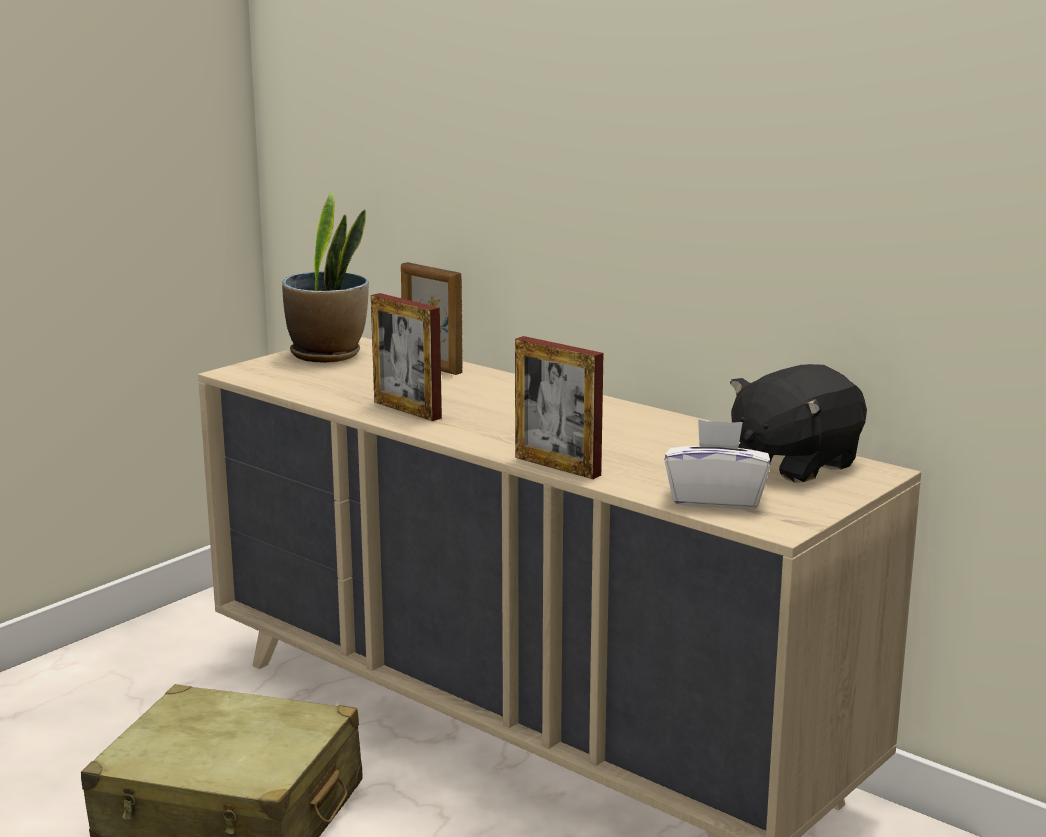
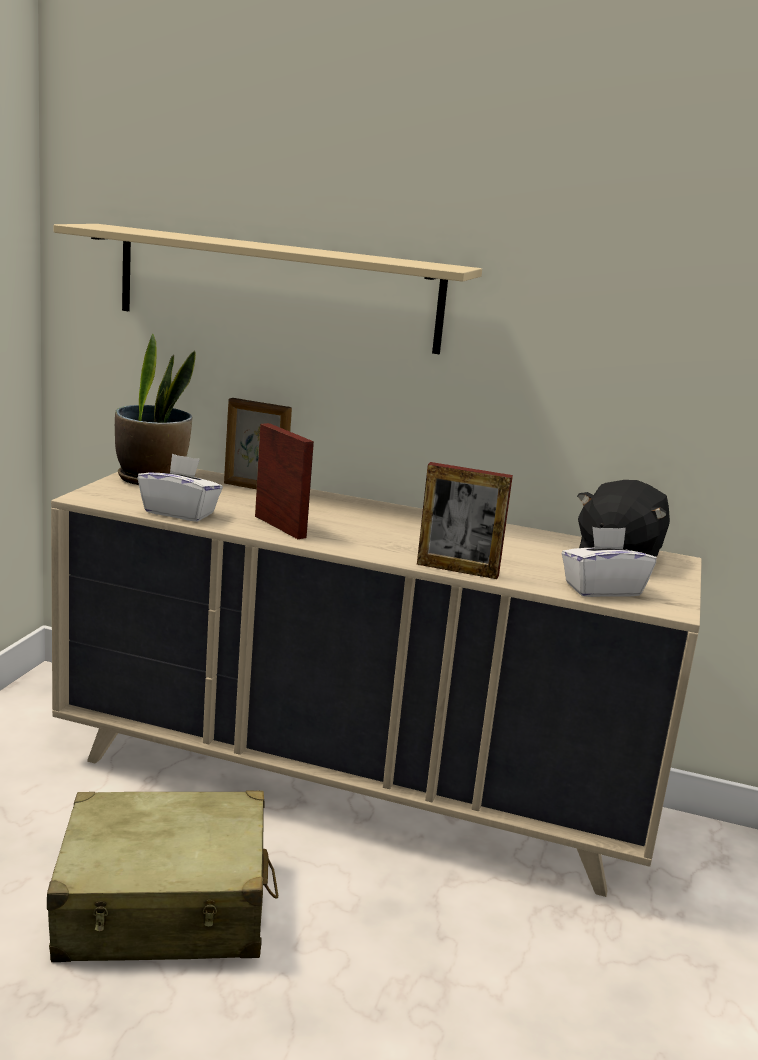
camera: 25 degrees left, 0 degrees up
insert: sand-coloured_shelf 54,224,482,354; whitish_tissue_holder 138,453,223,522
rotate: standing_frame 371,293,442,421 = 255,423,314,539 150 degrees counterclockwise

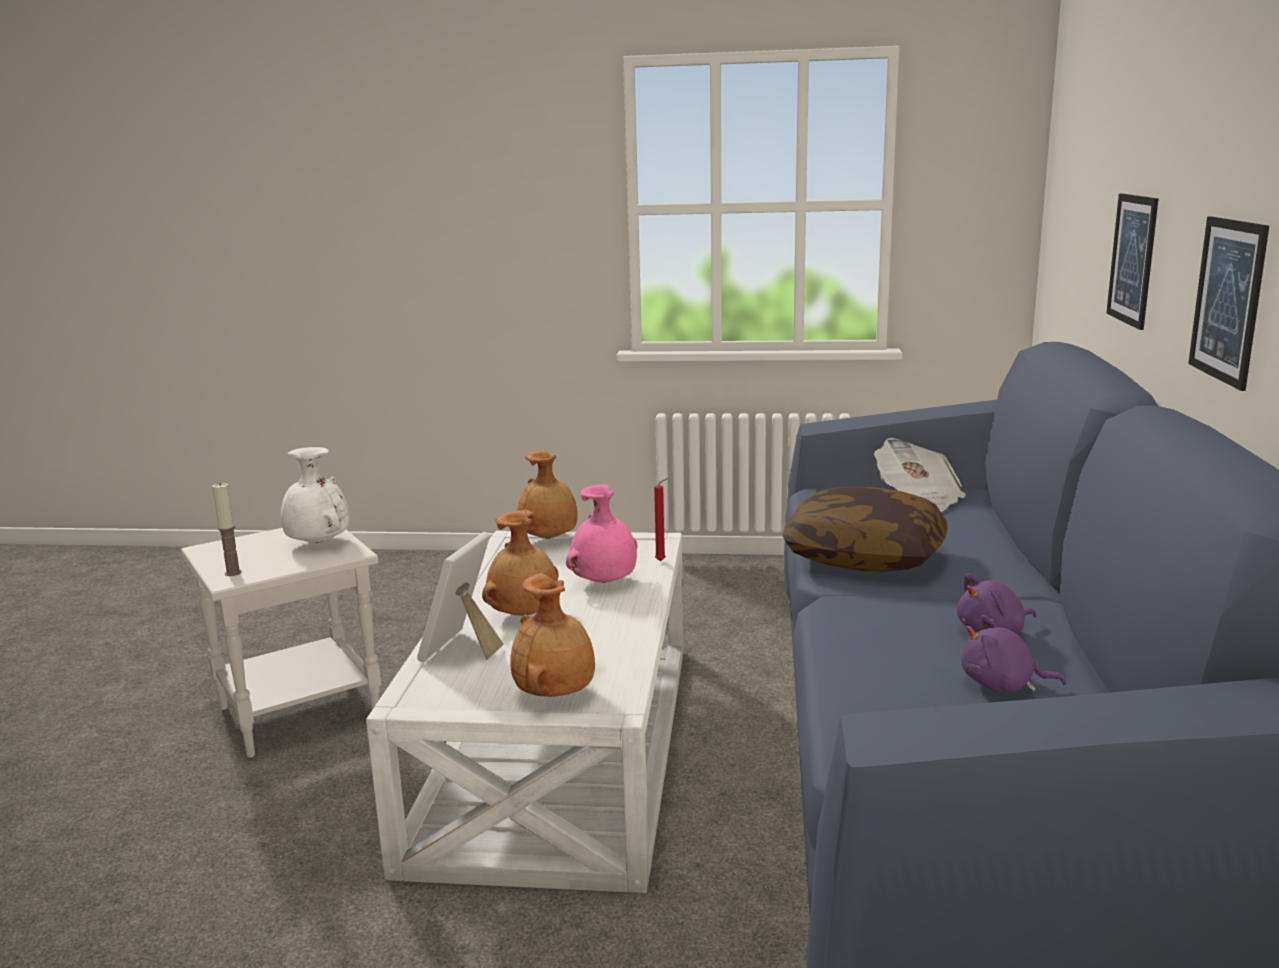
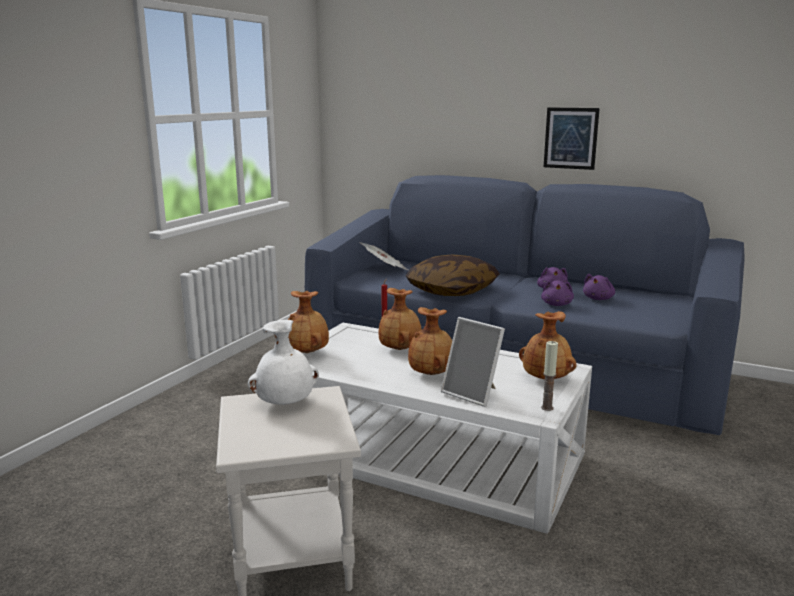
camera: 70 degrees left, 0 degrees up
delete: wall_art 1106,194,1159,330
insert: purple-coloured_cuddly_toy 541,280,574,306
move: wax_candle 212,483,242,576 to 541,341,558,411
recolor: pink_vase 566,484,638,583 to brownish_vase 378,288,422,350

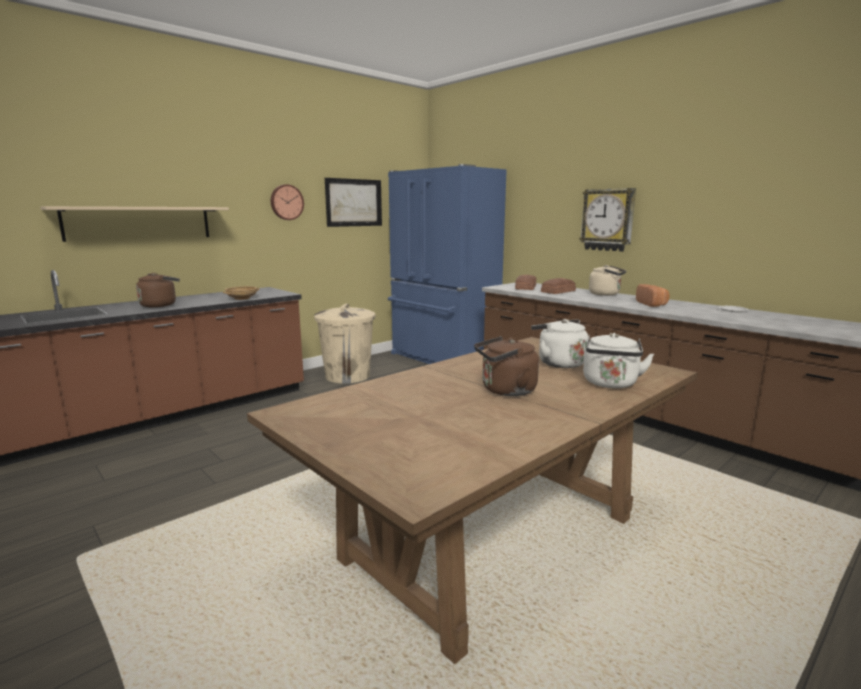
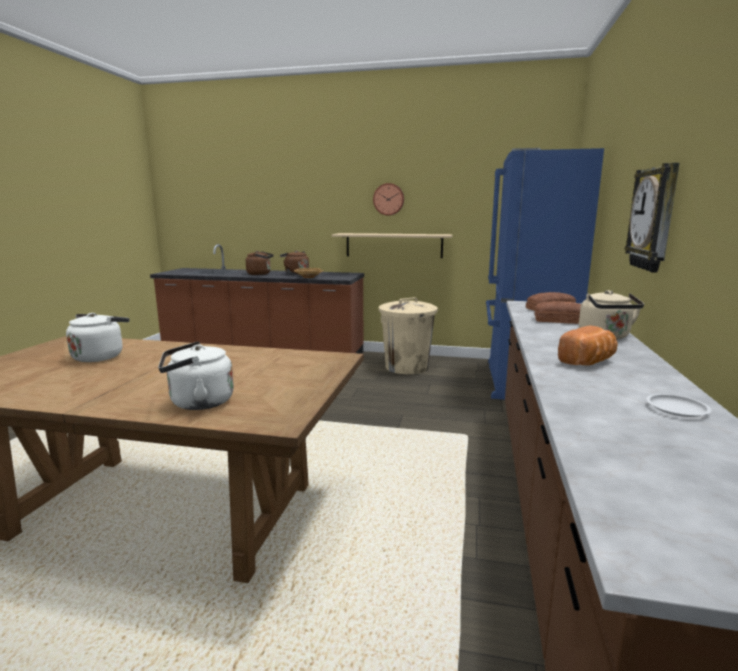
camera: 55 degrees right, 0 degrees up
delete: wall_art 325,178,382,227
move: sand-coloured_shelf 40,206,229,242 to 332,233,453,258; brownish_water_kettle 474,336,539,396 to 280,250,309,275; whitish_water_kettle 531,319,589,368 to 66,313,129,362

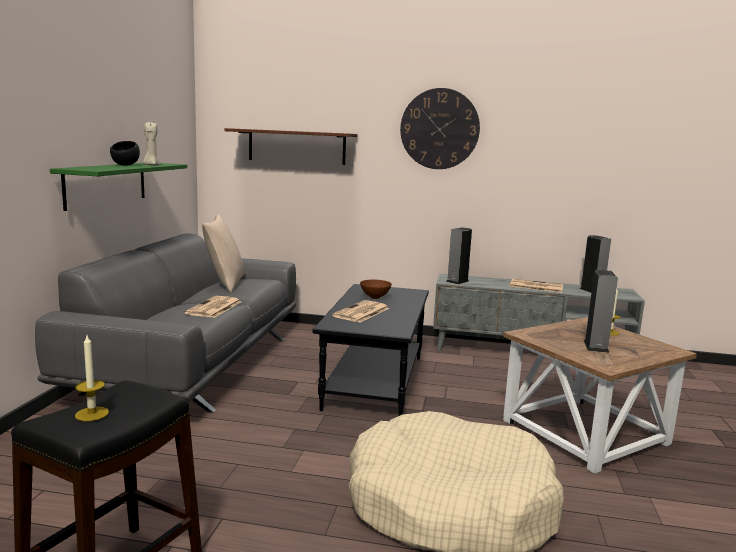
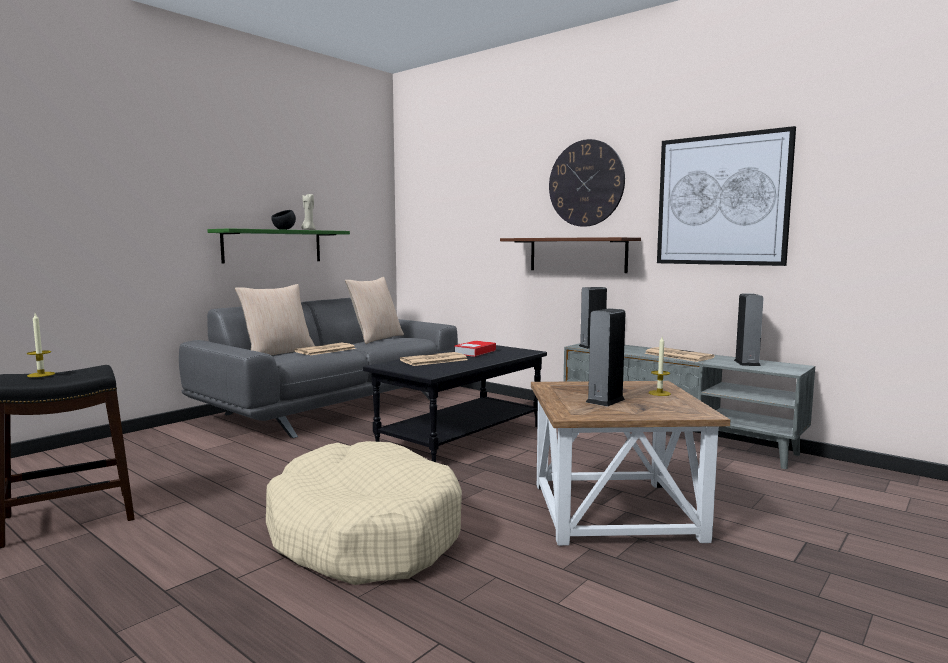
camera: 30 degrees right, 5 degrees down
insert: sand-coloured_throw_pillow 235,284,315,355; wall_art 657,126,796,266
move: brownish_shelf 225,128,357,165 to 500,237,641,273
replace: brownish_deep_dish 360,280,392,299 to volume 455,341,496,357

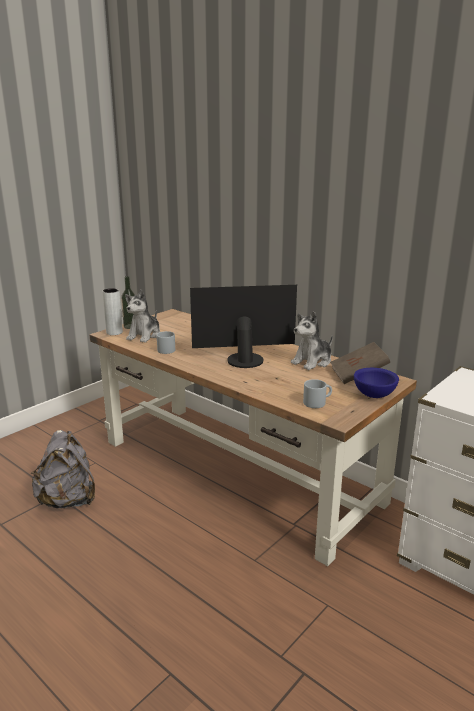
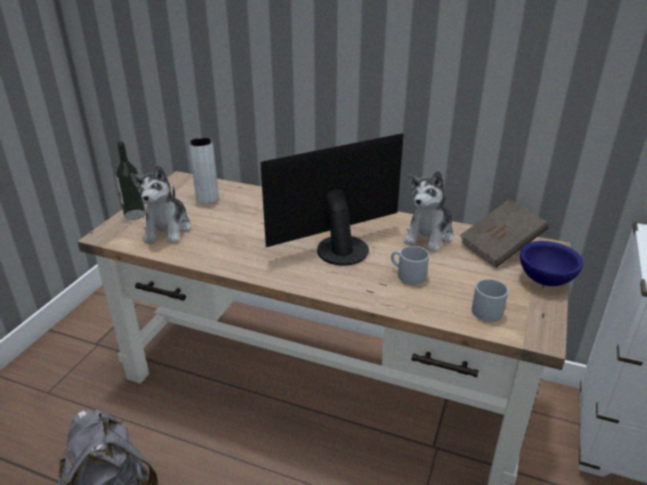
camera: 20 degrees left, 10 degrees up
move: gray_vase 102,288,123,335 to 189,137,219,204; gray_mug 157,331,175,354 to 391,246,429,285

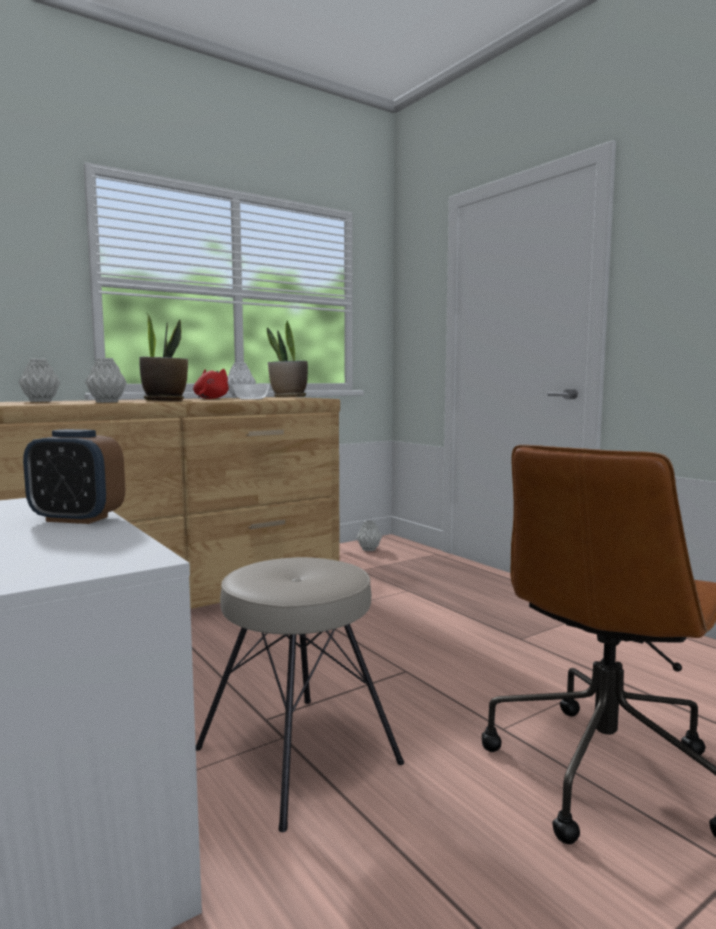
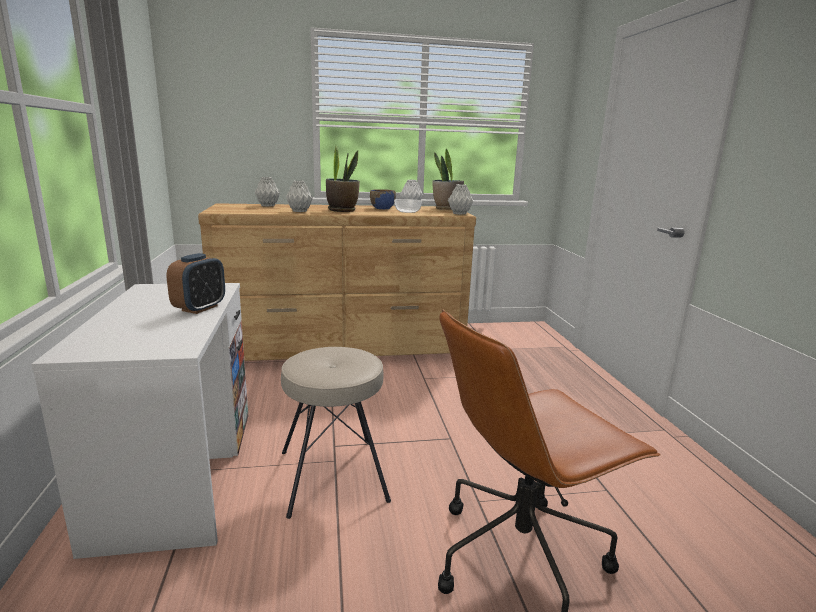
camera: 25 degrees right, 10 degrees up
move: gray_vase 356,520,382,551 to 448,184,473,215
replace: red-coloured_cuddly_toy 193,369,229,399 to bluish_deep_dish 370,189,396,209
rotate: alarm_clock 23,429,125,524 = 166,253,225,314 105 degrees counterclockwise

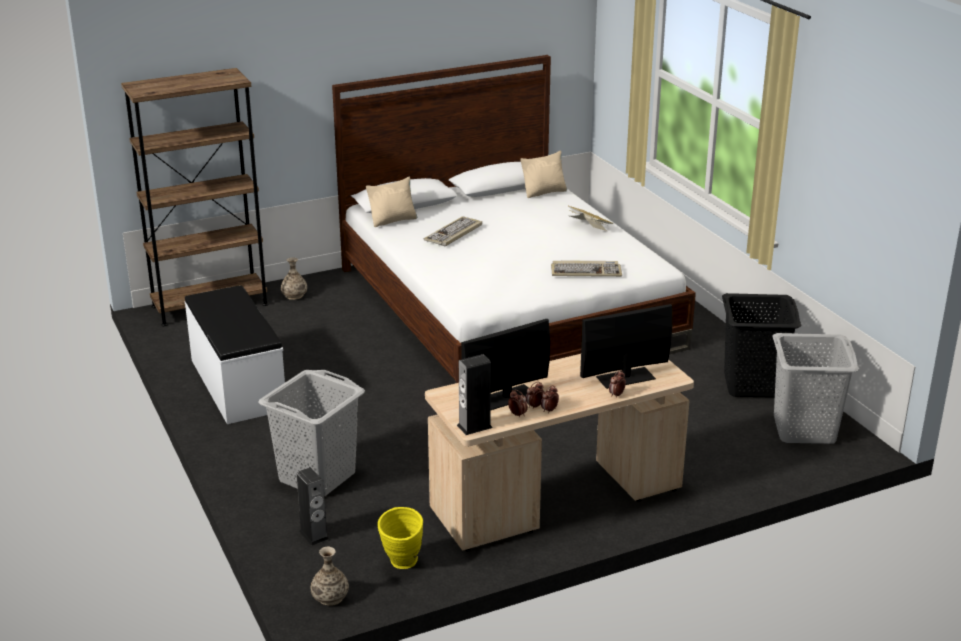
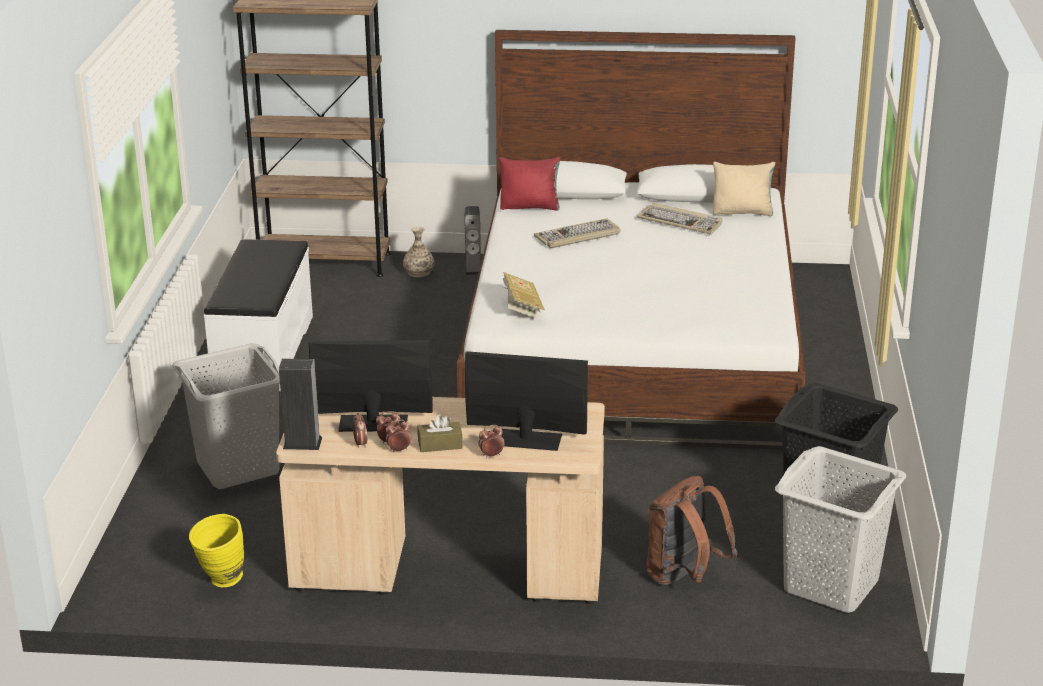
camera: 30 degrees right, 0 degrees up
delete: vase 311,547,349,606
insert: brownish_tissue_holder 417,414,463,452; brownish_rucksack 646,476,738,585
move: speaker 297,468,329,546 to 464,206,481,275; computer_keyboard 551,261,622,277 to 637,203,723,234; volume 568,206,614,231 to 501,272,545,318
recolor: sand-coloured_throw_pillow 366,177,417,227 to red-coloured_throw_pillow 499,157,561,211

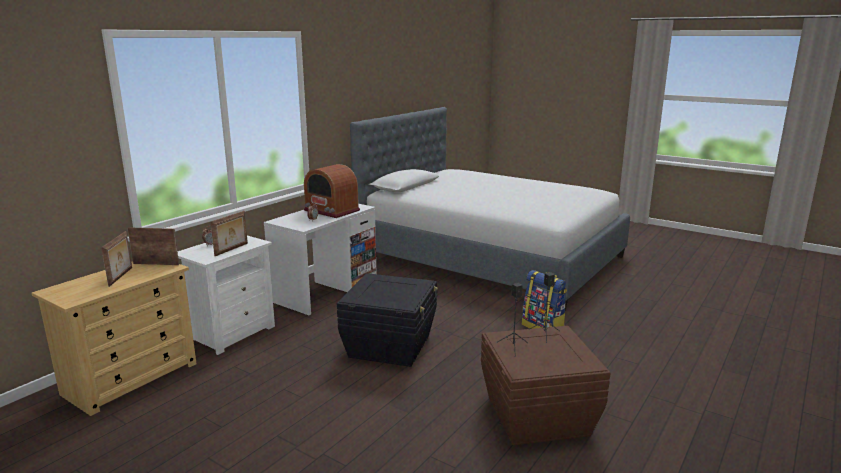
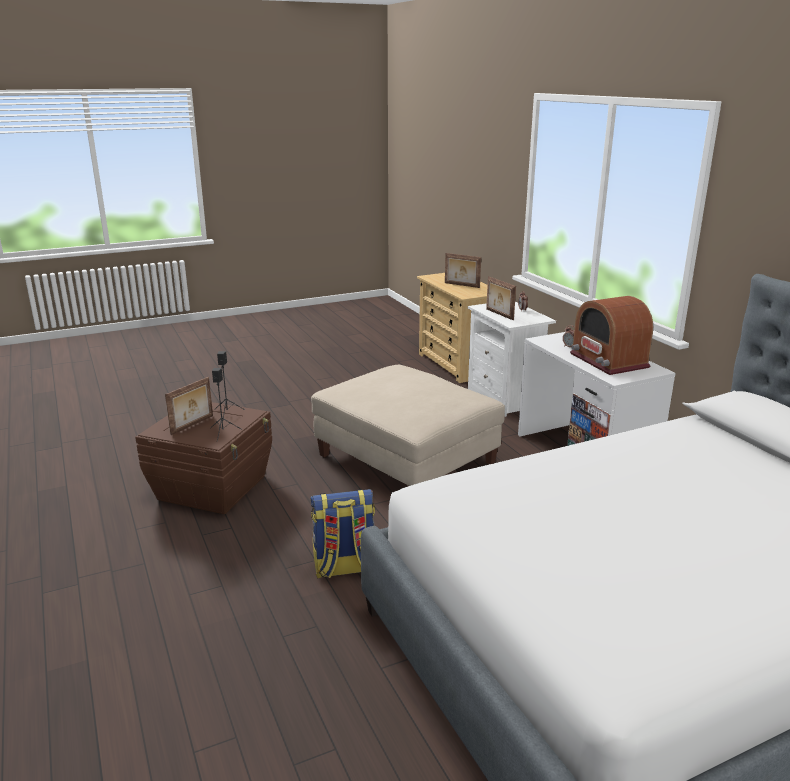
camera: 120 degrees right, 5 degrees up
move: standing_frame 128,227,179,265 to 165,377,213,435
replace: blackish_storage_bin 337,273,438,367 to sand-coloured_footrest 311,365,505,487
rotate: radio_set 304,164,360,218 = 570,296,653,375 90 degrees counterclockwise

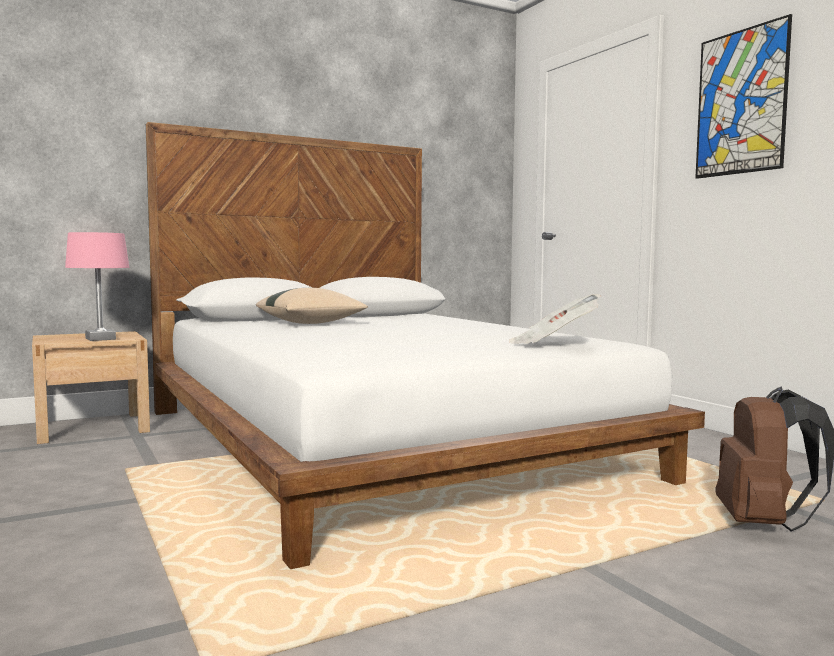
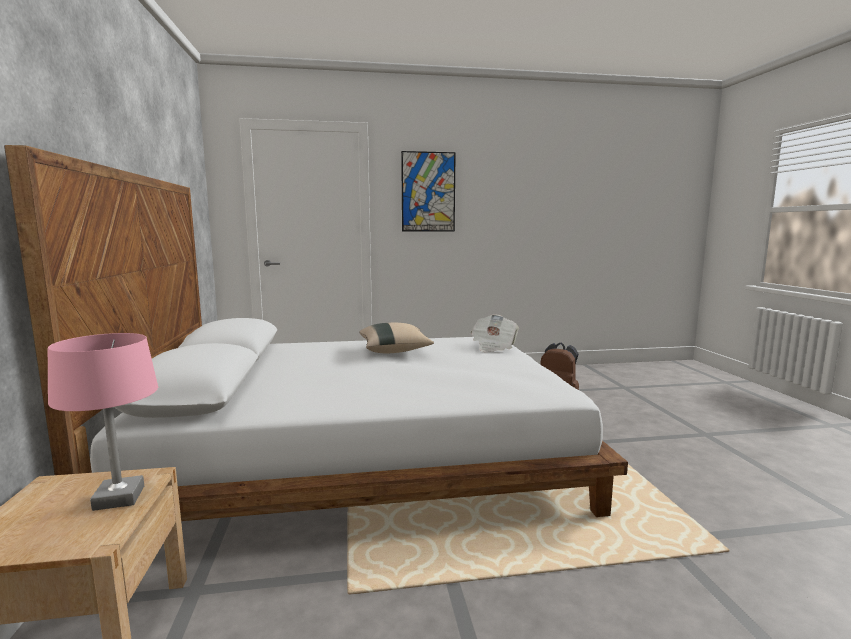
camera: 70 degrees left, 5 degrees up
move: sand-coloured_throw_pillow 256,288,368,324 to 360,323,434,353

